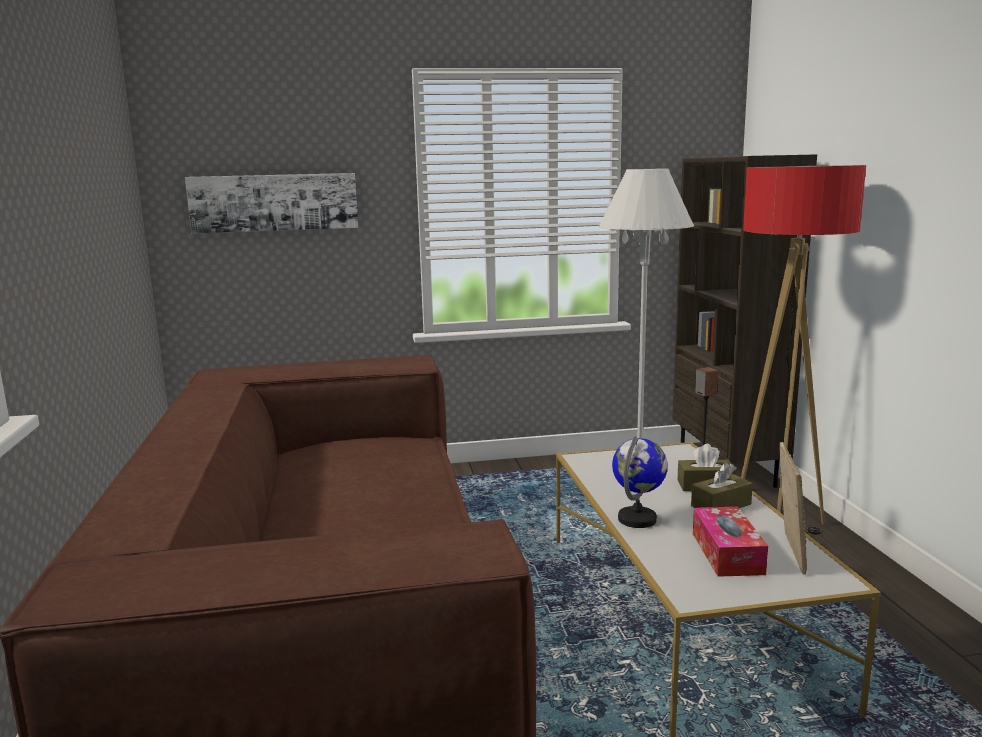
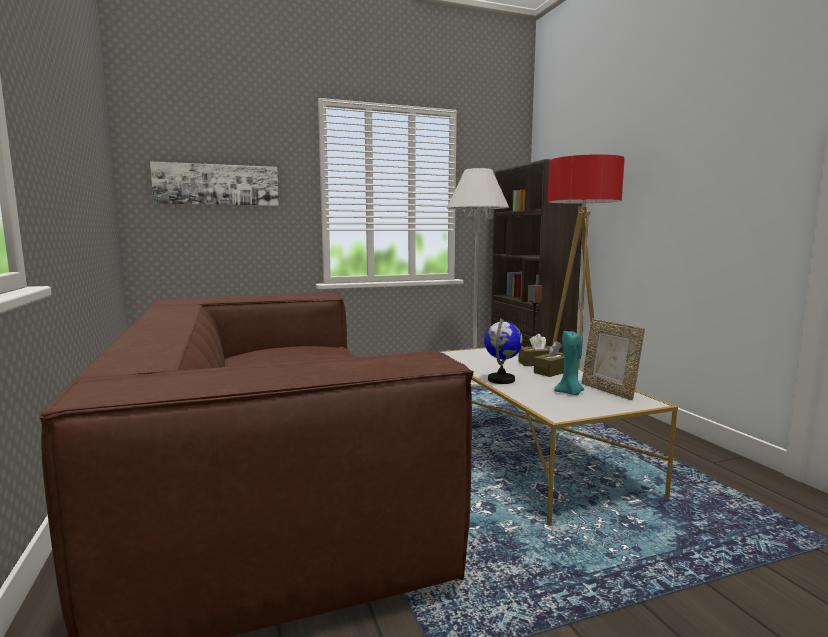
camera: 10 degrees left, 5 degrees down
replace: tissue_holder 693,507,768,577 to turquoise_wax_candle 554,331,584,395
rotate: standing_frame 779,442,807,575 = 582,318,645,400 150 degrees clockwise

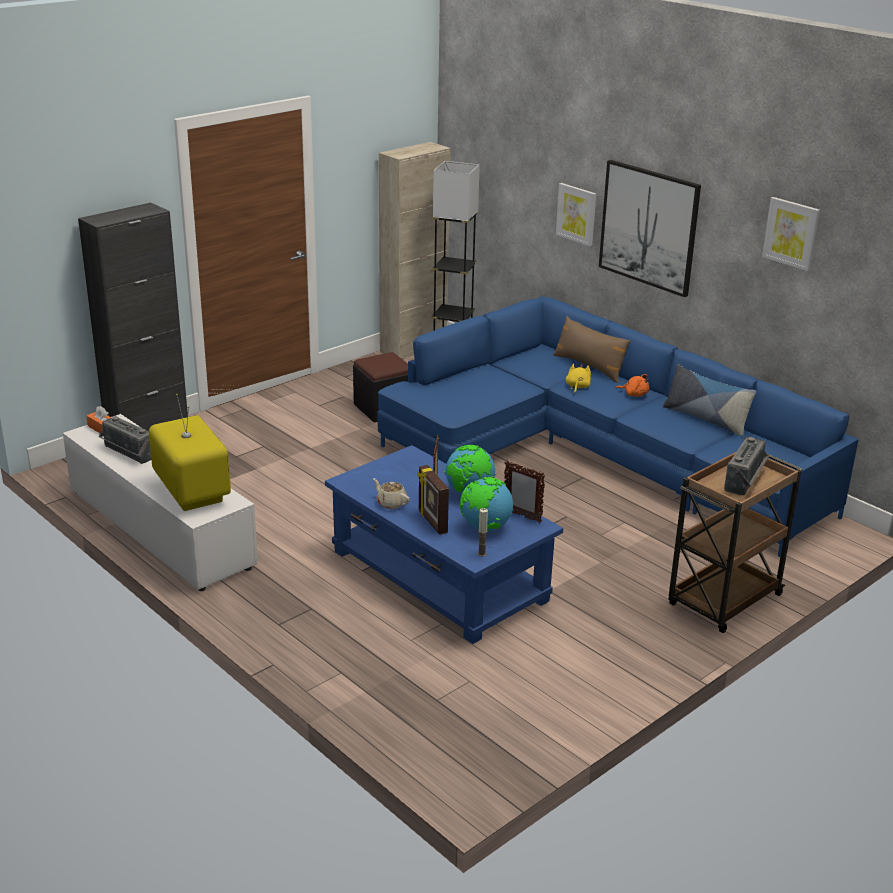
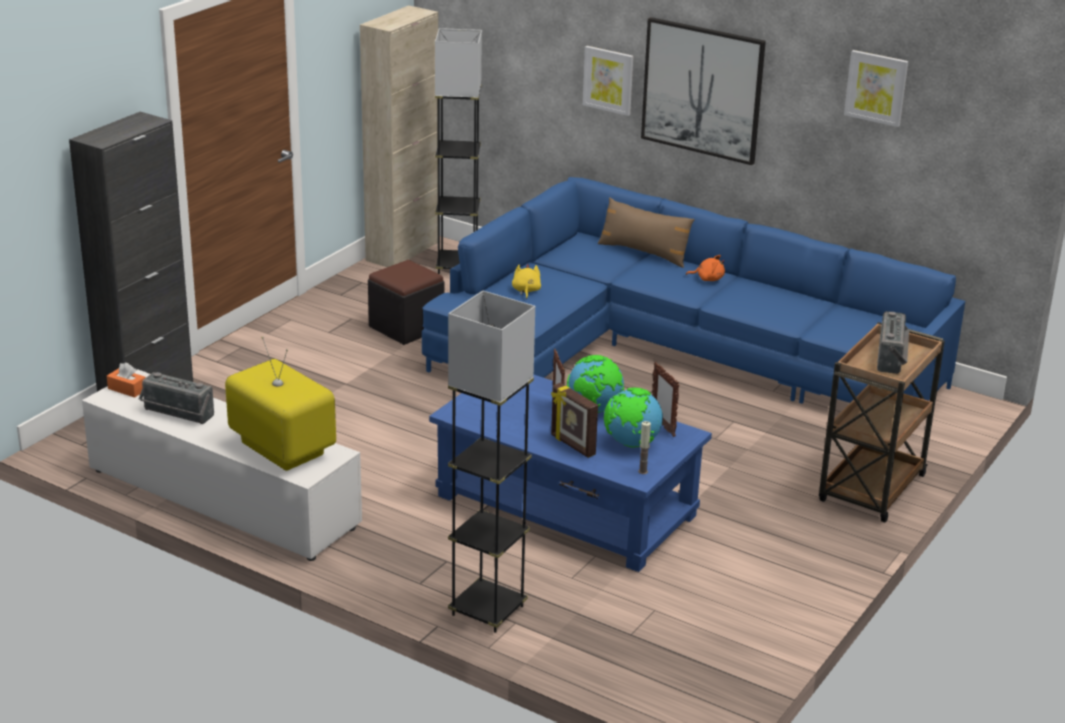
camera: 15 degrees left, 0 degrees up
delete: sand-coloured_teapot 373,478,410,509; throw_pillow 663,364,756,436
insert: gray_standard_lamp 448,291,535,633
move: yellowish_cuddly_toy 566,364,591,394 to 512,264,541,299
rotate: standing_frame 504,461,545,523 = 652,362,680,437 45 degrees clockwise

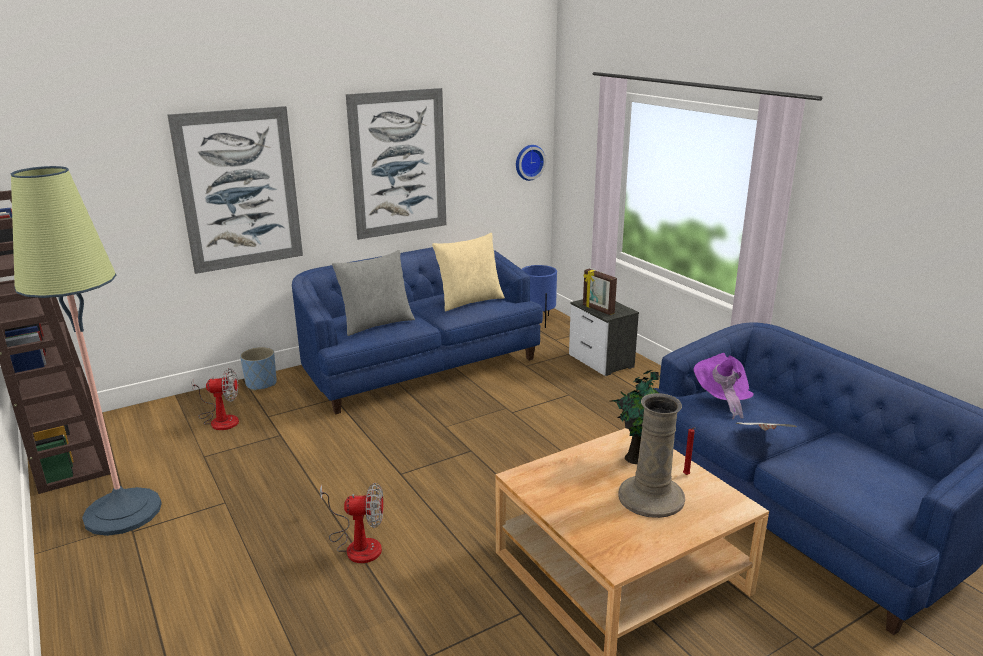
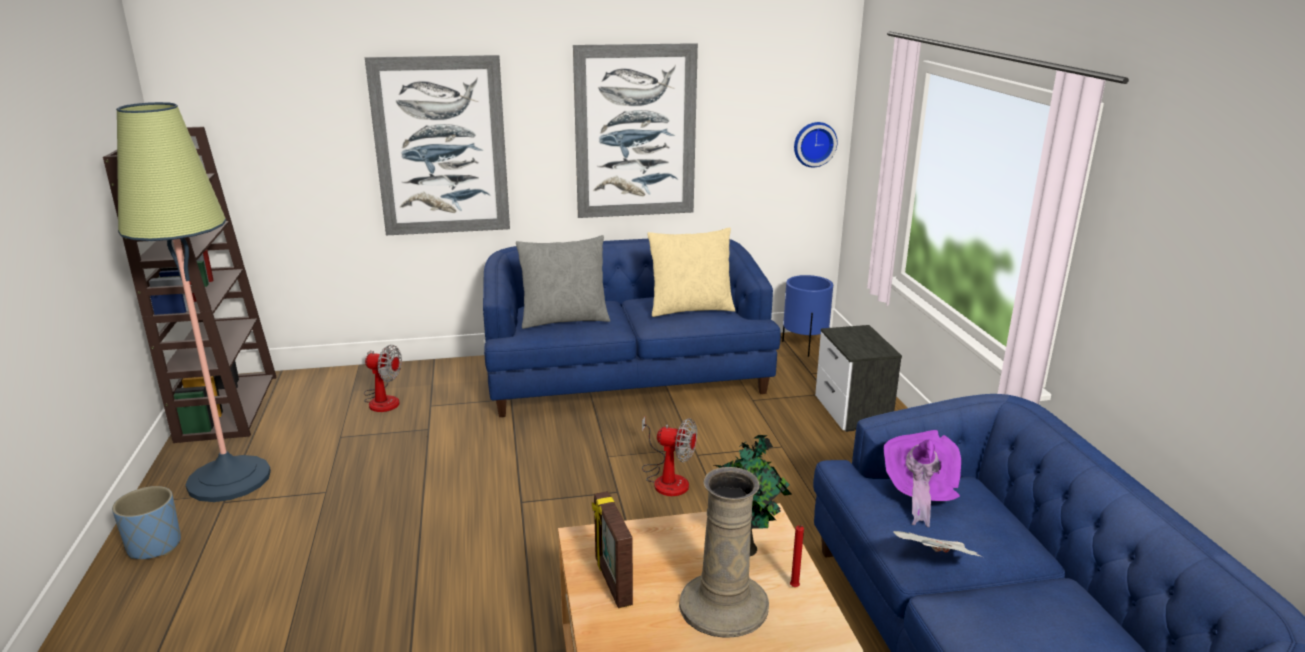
camera: 20 degrees right, 0 degrees up
move: bluish_planter 240,347,277,391 to 112,486,181,559; fan 320,483,383,563 to 642,417,697,496; standing_frame 583,269,617,315 to 592,491,633,608

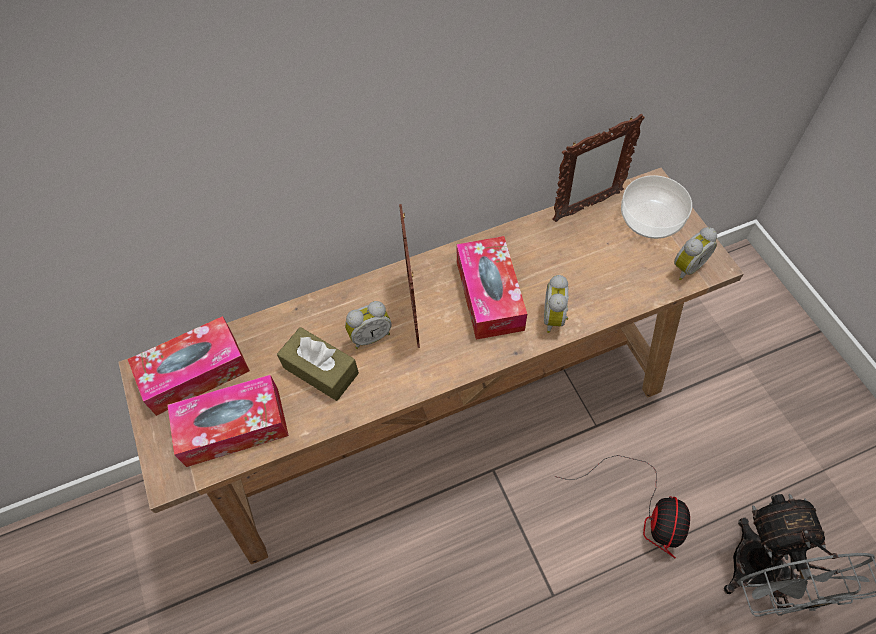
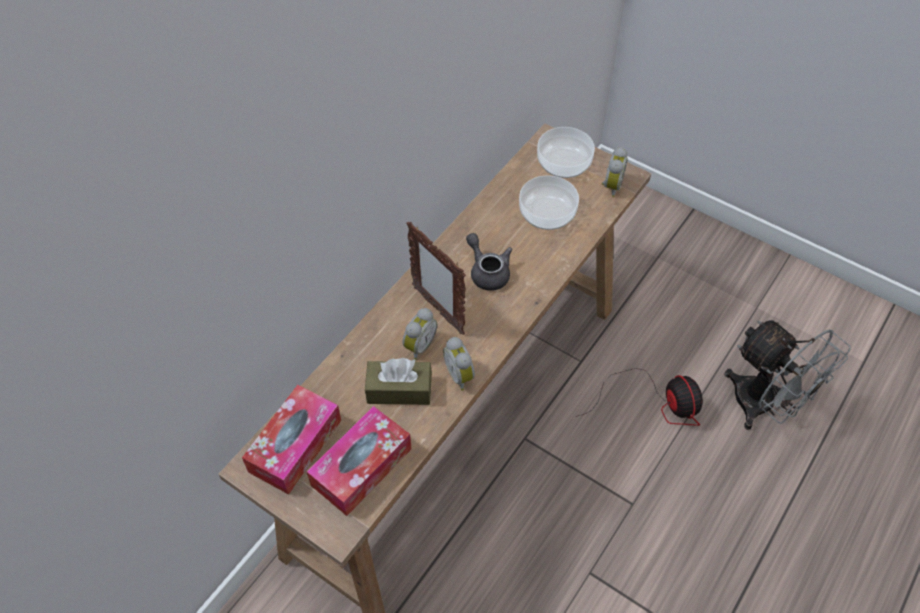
camera: 35 degrees left, 5 degrees down
delete: standing_frame 553,114,645,222
insert: deep_dish 519,175,579,230
move: alarm_clock 544,275,569,333 to 443,337,475,391
replace: tissue_holder 457,236,527,340 to gray_teapot 466,233,512,291

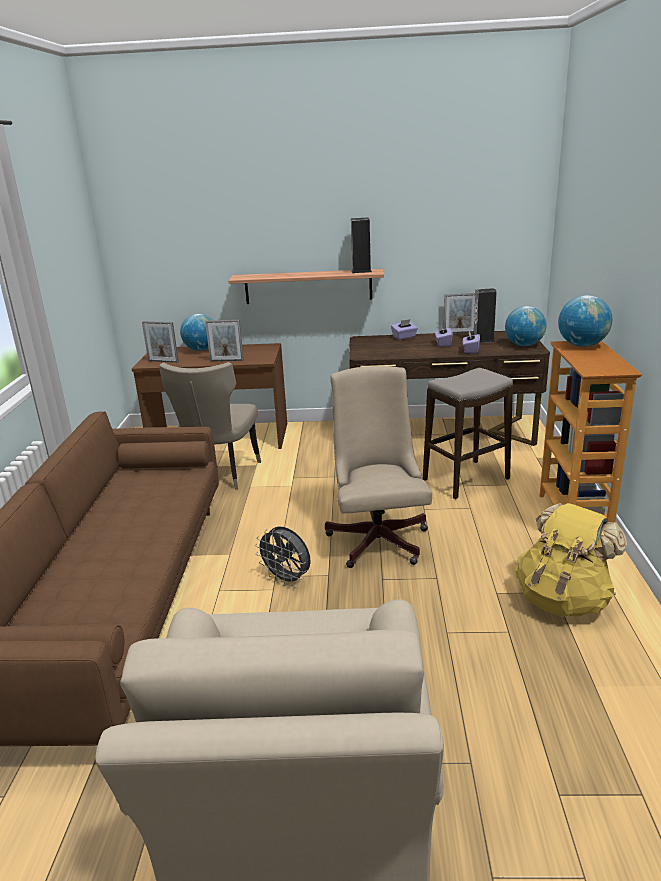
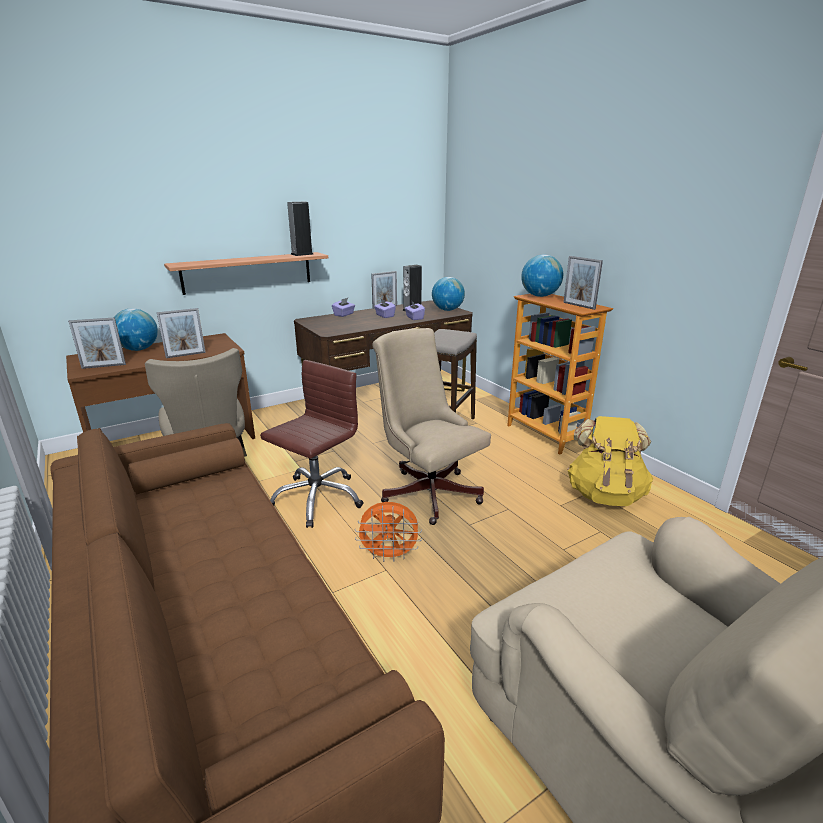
camera: 35 degrees left, 0 degrees up
insert: brownish_desk_chair 260,360,364,528; standing_frame 563,256,603,310
recolor: gray_fan 255,527,311,586 to orange_fan 355,502,422,562

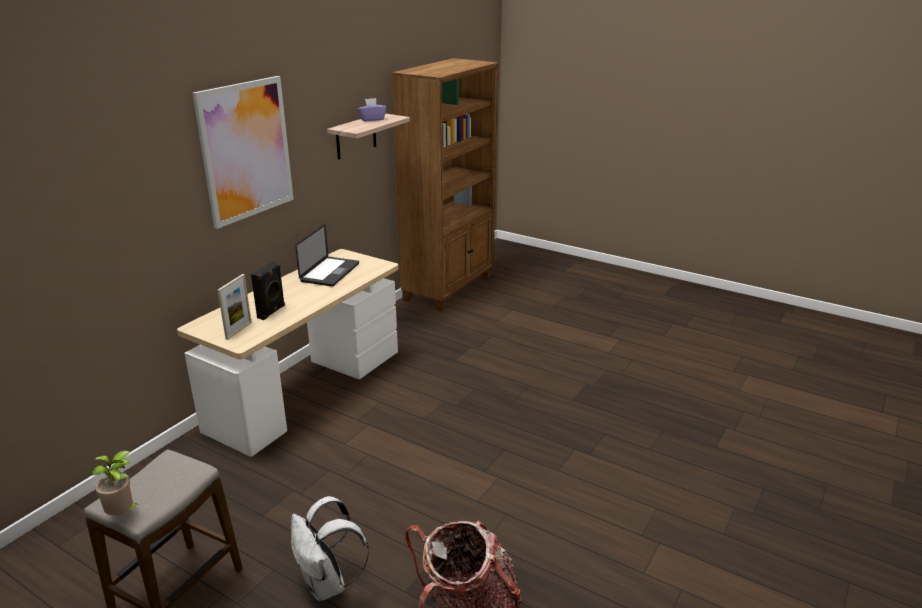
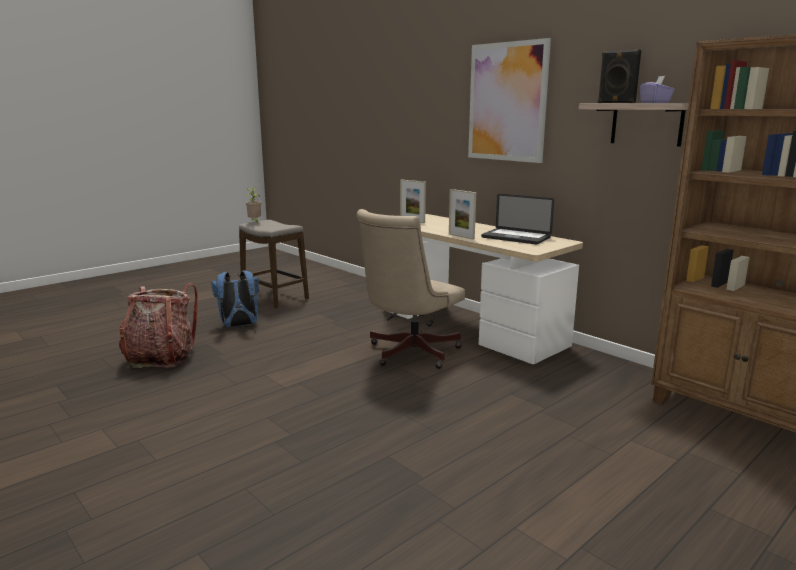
camera: 105 degrees right, 10 degrees down
insert: sand-coloured_desk_chair 357,209,465,369; standing_frame 449,189,476,240
move: blackish_speaker 251,261,285,320 to 598,49,641,103
recolor: whitish_rucksack 291,496,369,601 to bluish_rucksack 211,270,259,327

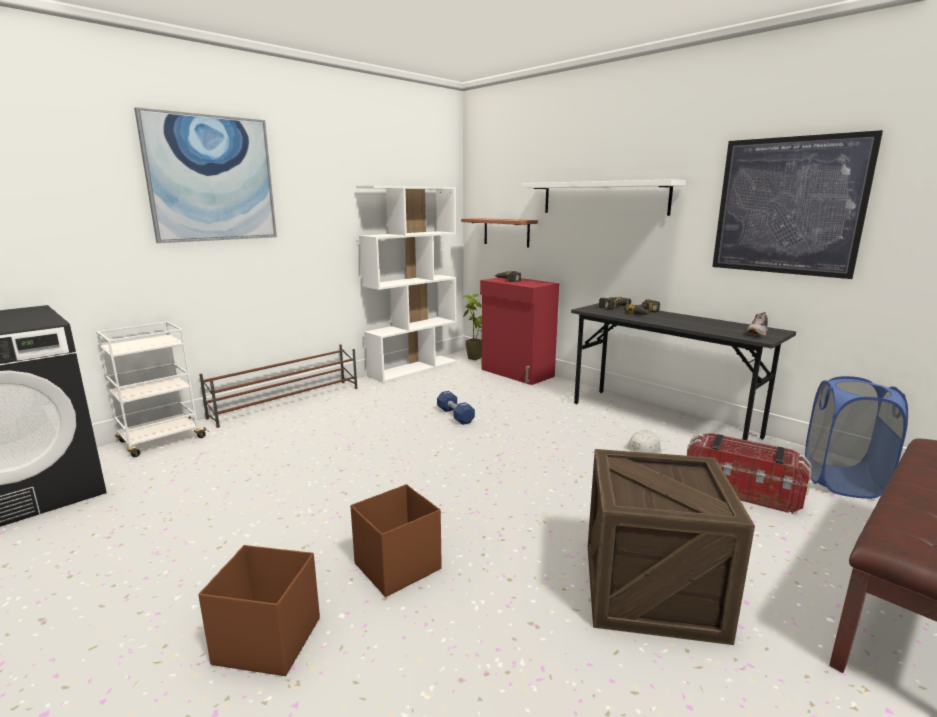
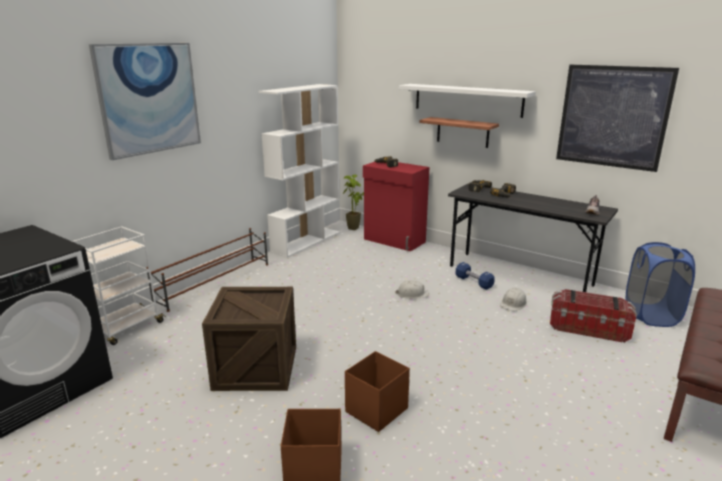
camera: 10 degrees left, 5 degrees up
insert: whitish_work_helmet 395,280,429,299
move: bluish_hand_weight 437,391,475,425 to 456,262,495,290; shelf 461,218,538,248 to 419,117,499,148; shipping_crate 588,449,755,645 to 202,287,296,391

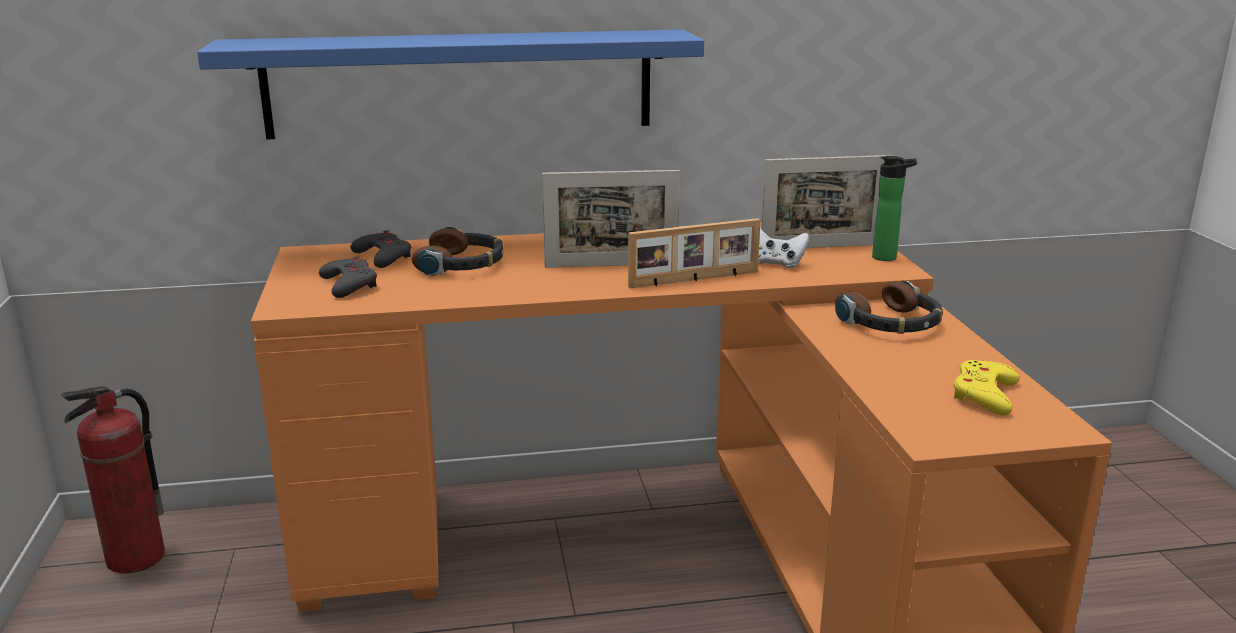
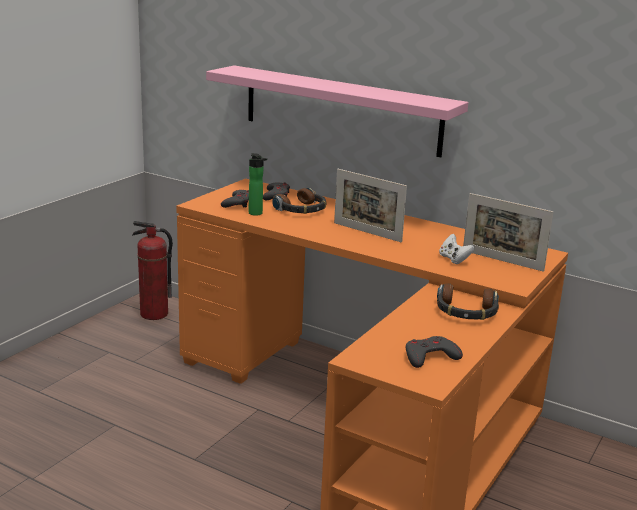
camera: 40 degrees right, 0 degrees up
delete: standing_frame 628,218,760,288
move: drink_bottle 872,156,917,261 to 249,153,267,216
recolor: bluish_shelf 197,30,704,140 to pink_shelf 206,65,468,157; yellowish_joypad 953,360,1020,415 to gray_joypad 406,336,463,368

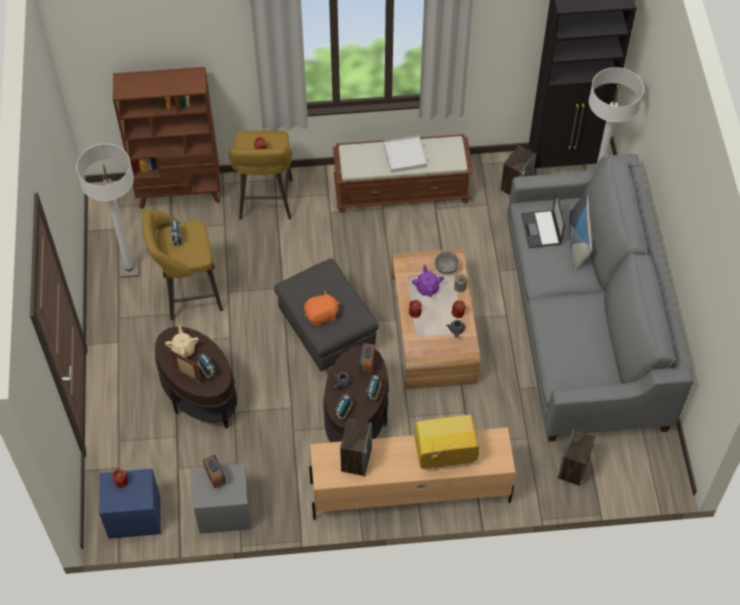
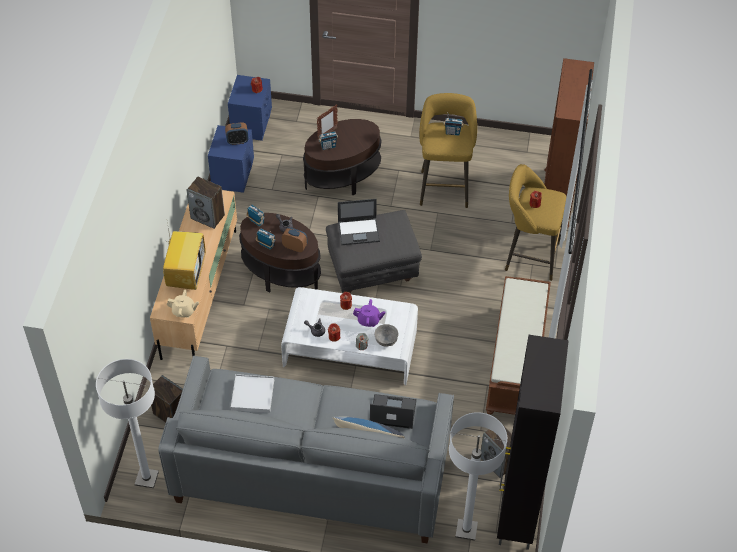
camera: 105 degrees right, 5 degrees down
move: whitish_standard_lamp 76,144,139,278 to 96,359,159,488; sand-coloured_teapot 165,326,199,358 to 167,290,199,318; whitish_tray 384,135,427,173 to 231,374,274,413
replace: orange_cuddly_toy 304,291,340,326 to notebook_computer 338,199,380,245
recolor: gray_nightstand 192,464,252,534 to bluish_nightstand 208,125,254,193; brownish_low_table 391,249,480,390 to whitish_low_table 281,287,418,386

